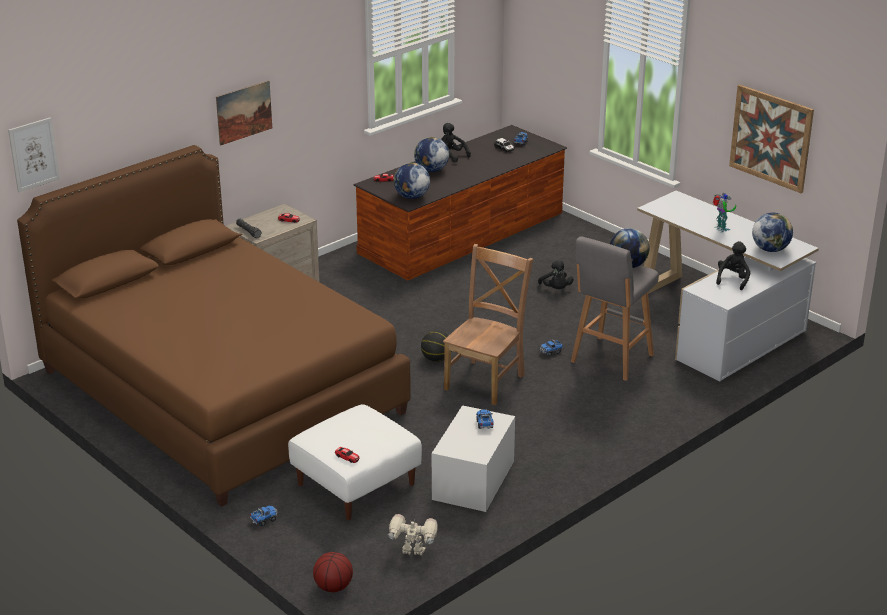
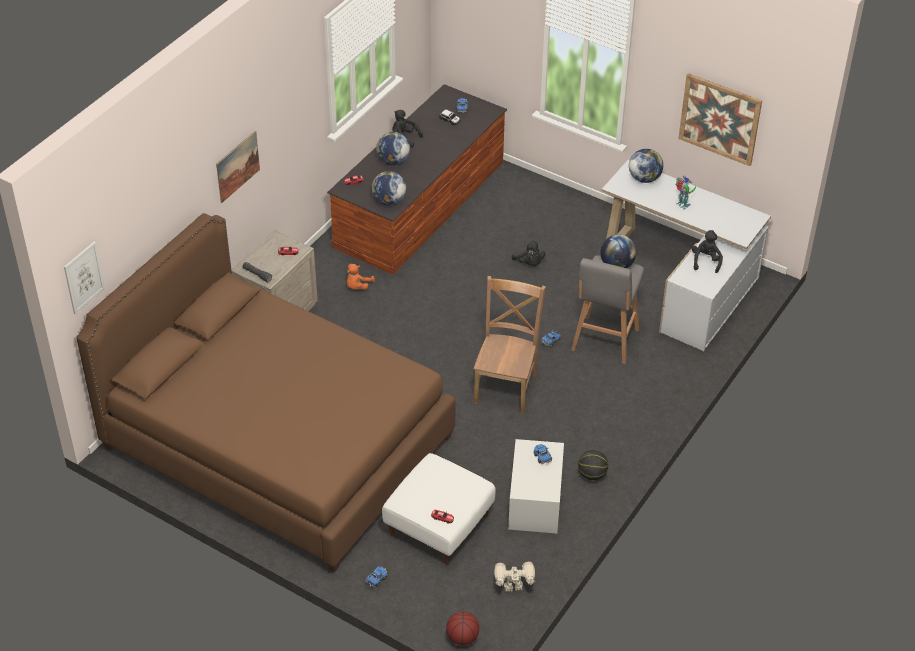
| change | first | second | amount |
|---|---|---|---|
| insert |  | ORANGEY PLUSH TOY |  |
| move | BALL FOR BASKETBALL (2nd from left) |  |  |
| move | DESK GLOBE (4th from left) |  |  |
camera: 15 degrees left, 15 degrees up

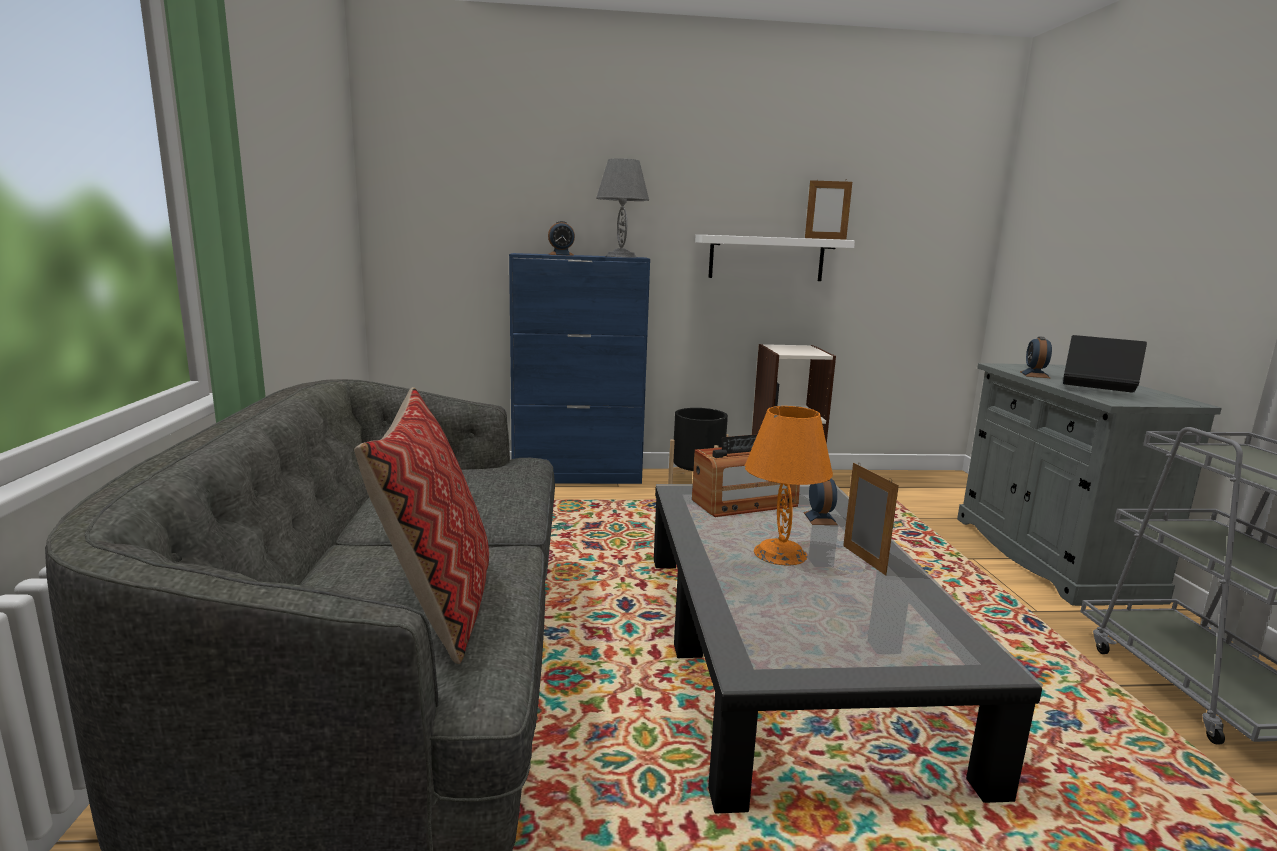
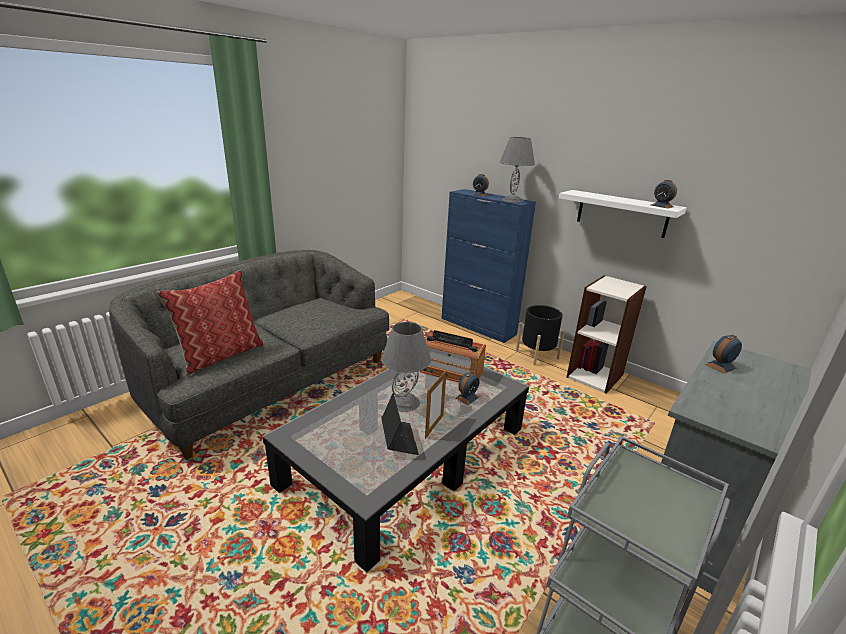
| change | first | second | amount |
|---|---|---|---|
| recolor | ORANGEY LAMP FOR A TABLE | GRAY LAMP FOR A TABLE (1st from left) |  |
| move | NOTEBOOK COMPUTER |  |  |
| replace | PHOTO FRAME (1st from left) | BEDSIDE CLOCK (3rd from left) |  |
camera: 45 degrees right, 10 degrees up

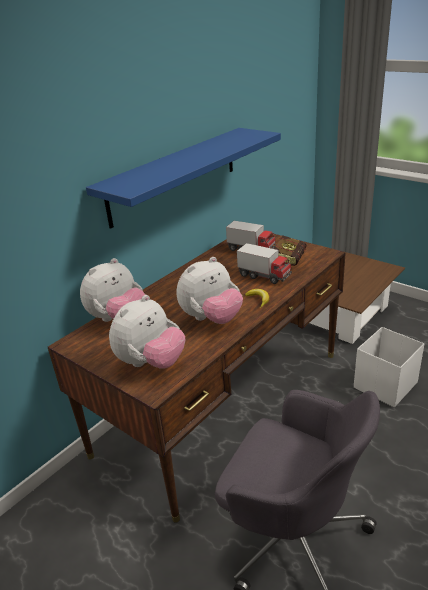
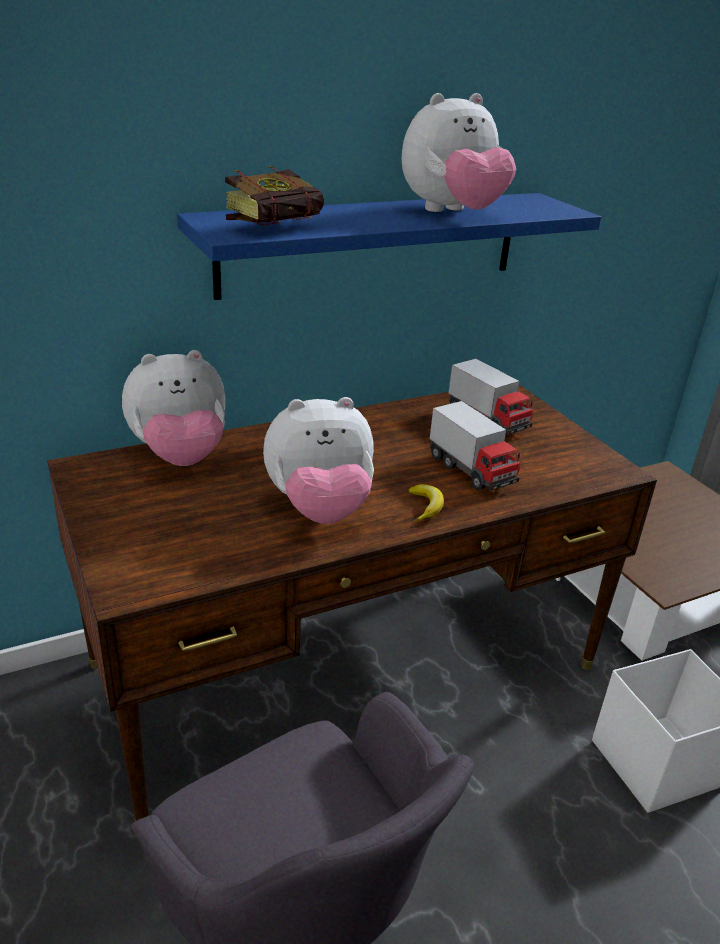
| change | first | second | amount |
|---|---|---|---|
| move | VOLUME |  |  |
| move | PLUSH TOY (2nd from left in the first image) | PLUSH TOY (3rd from left) |  |
camera: 20 degrees right, 0 degrees up

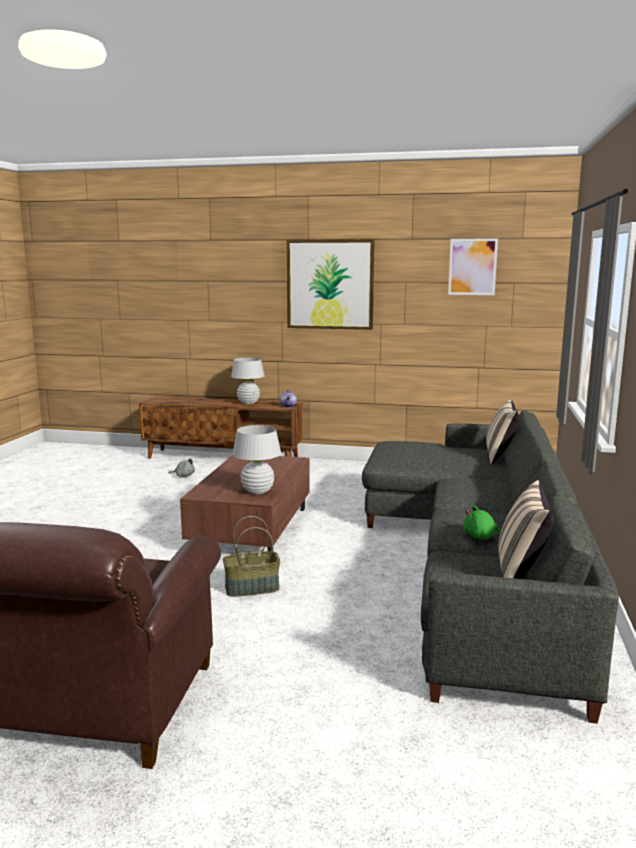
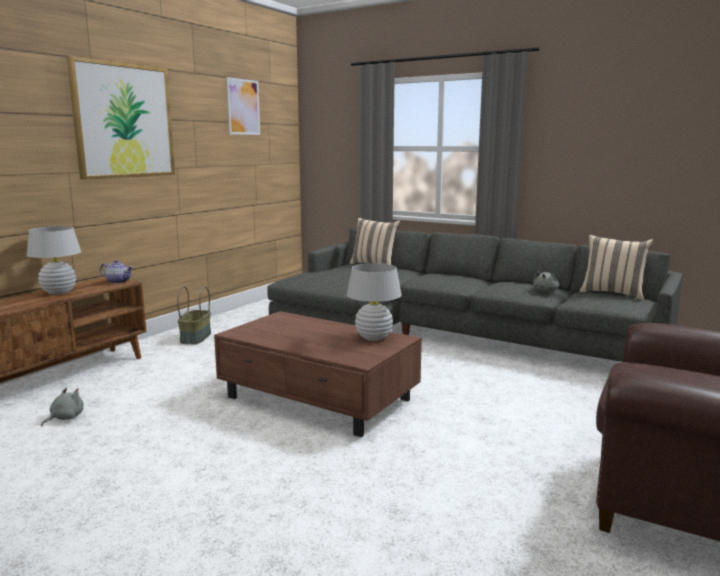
| change | first | second | amount |
|---|---|---|---|
| move | STORAGE BASKET |  |  |
| recolor | GREENISH PLUSH TOY | GRAY PLUSH TOY (2nd from left) |  |
camera: 70 degrees left, 0 degrees up

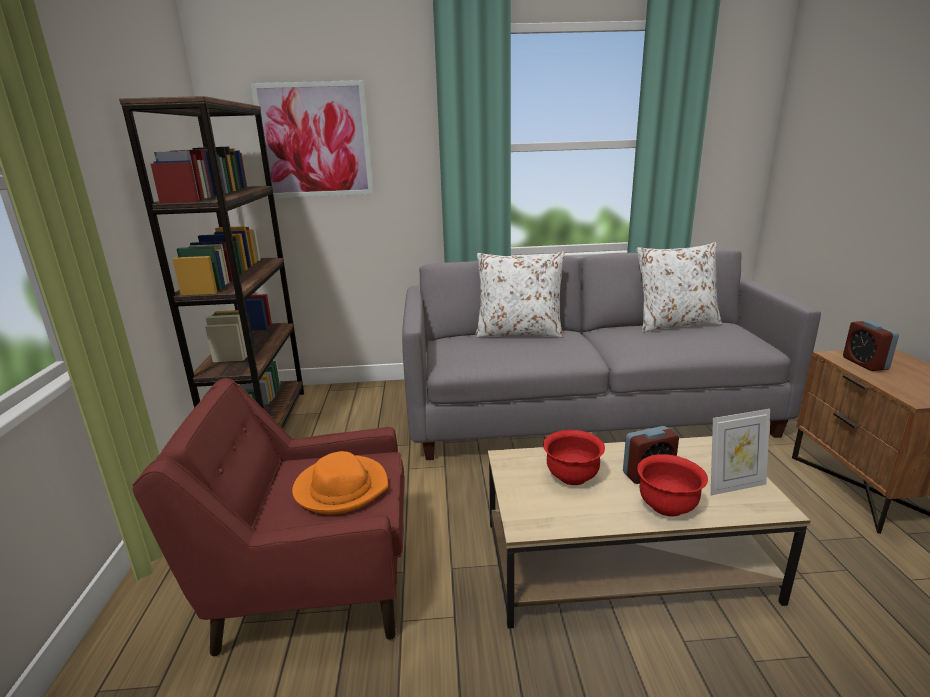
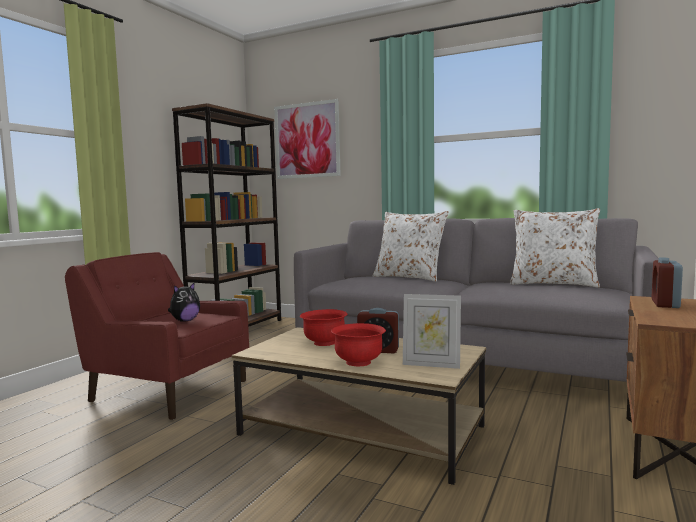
| change | first | second | amount |
|---|---|---|---|
| replace | ORANGEY WEARABLE HAT | PLUSH TOY |  |
camera: 30 degrees right, 15 degrees down

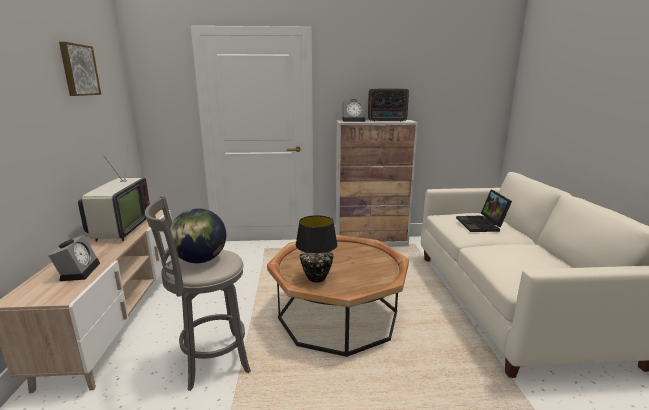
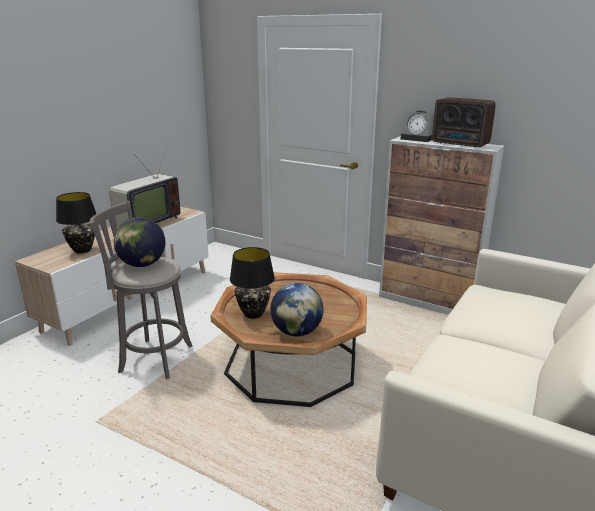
| change | first | second | amount |
|---|---|---|---|
| replace | BEDSIDE CLOCK (1st from left) | BLACK LAMP FOR A TABLE (1st from left) |  |
| insert |  | DESK GLOBE (2nd from left) |  |
| delete | WALL ART |  |  |
| delete | NOTEBOOK COMPUTER |  |  |
camera: 35 degrees right, 5 degrees up

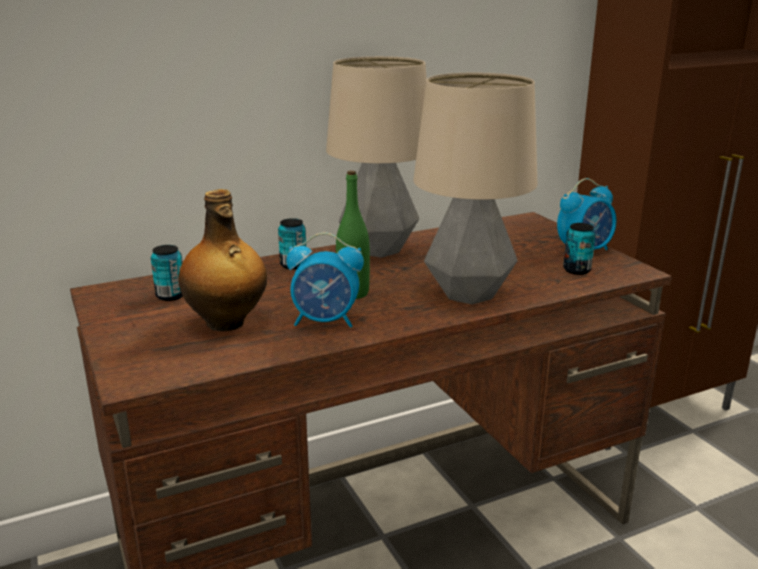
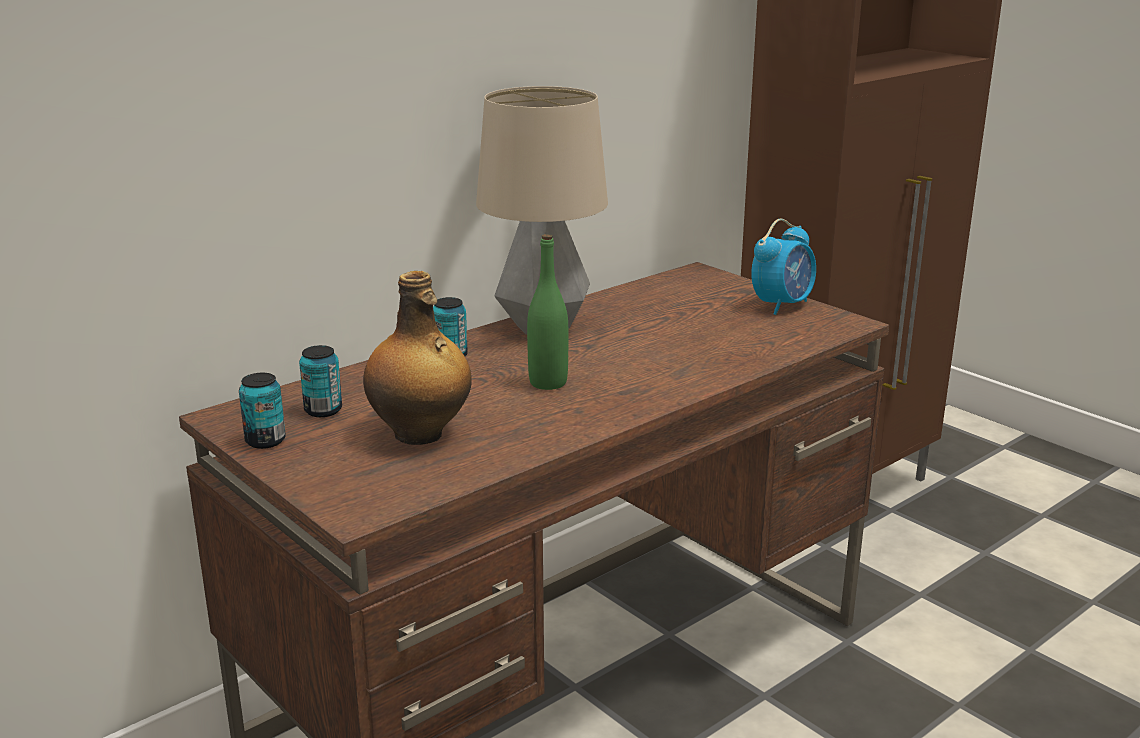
| change | first | second | amount |
|---|---|---|---|
| move | SEALED CAN (3rd from left in the first image) | SEALED CAN (1st from left) |  |
| delete | BEDSIDE CLOCK (1st from left) |  |  |
| delete | LAMP FOR A TABLE (2nd from left) |  |  |
camera: 15 degrees left, 0 degrees up

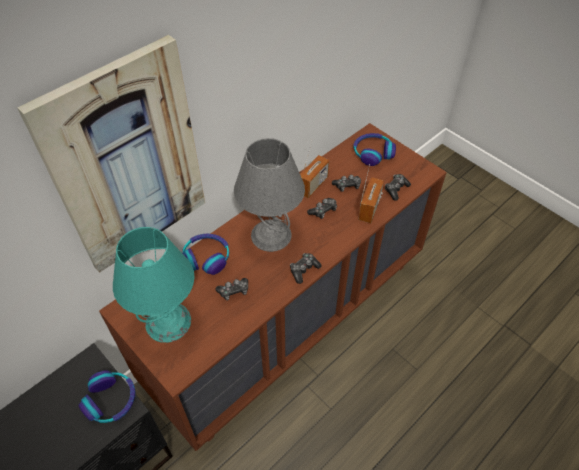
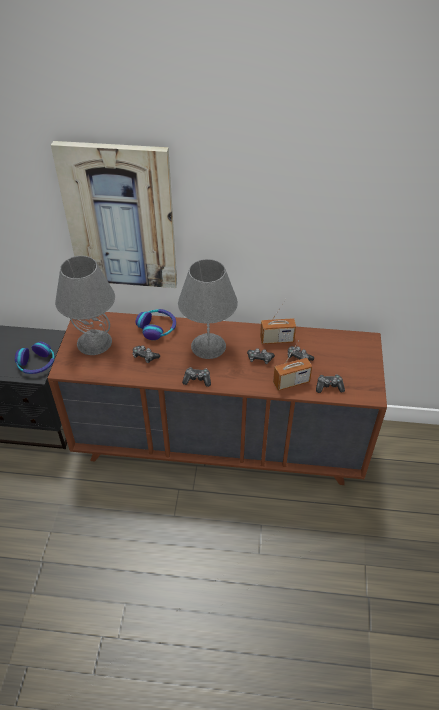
| change | first | second | amount |
|---|---|---|---|
| recolor | TURQUOISE LAMP FOR A TABLE | GRAY LAMP FOR A TABLE (1st from left) |  |
| delete | HEADSET (3rd from left) |  |  |
camera: 50 degrees right, 5 degrees down

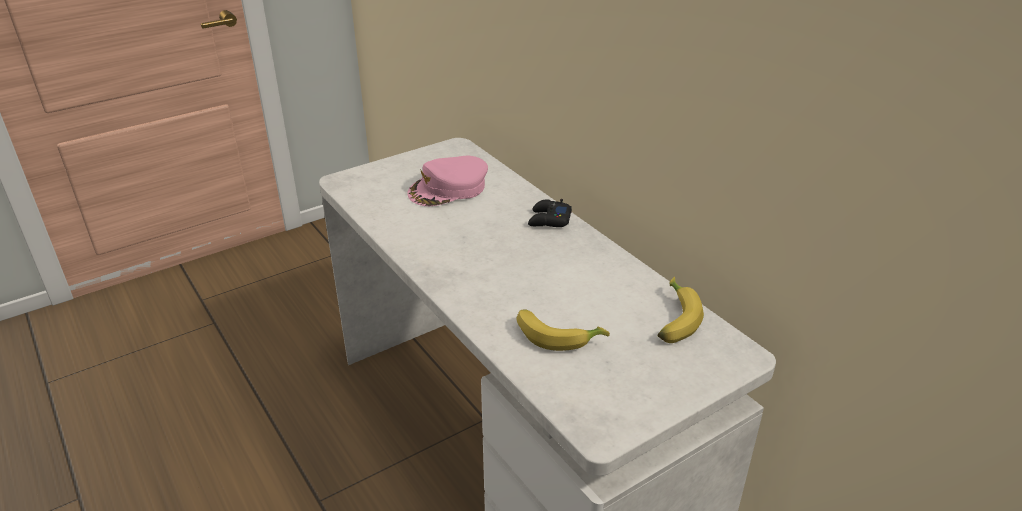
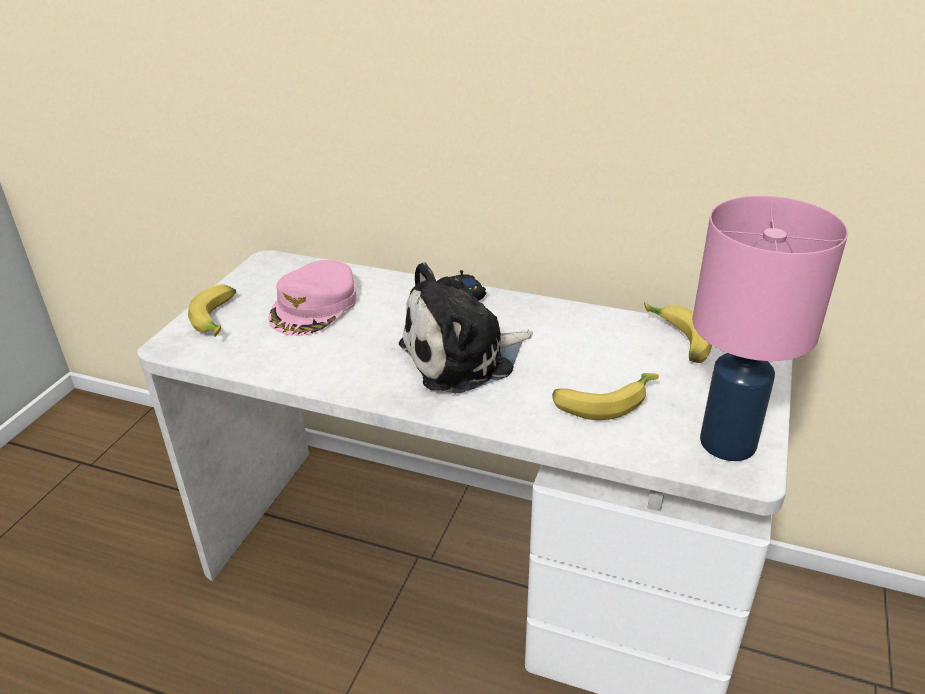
| change | first | second | amount |
|---|---|---|---|
| insert |  | BANANA (1st from left) |  |
| insert |  | PLUSH TOY |  |
| insert |  | PINK-COLOURED LAMP FOR A TABLE |  |
camera: 35 degrees left, 0 degrees up

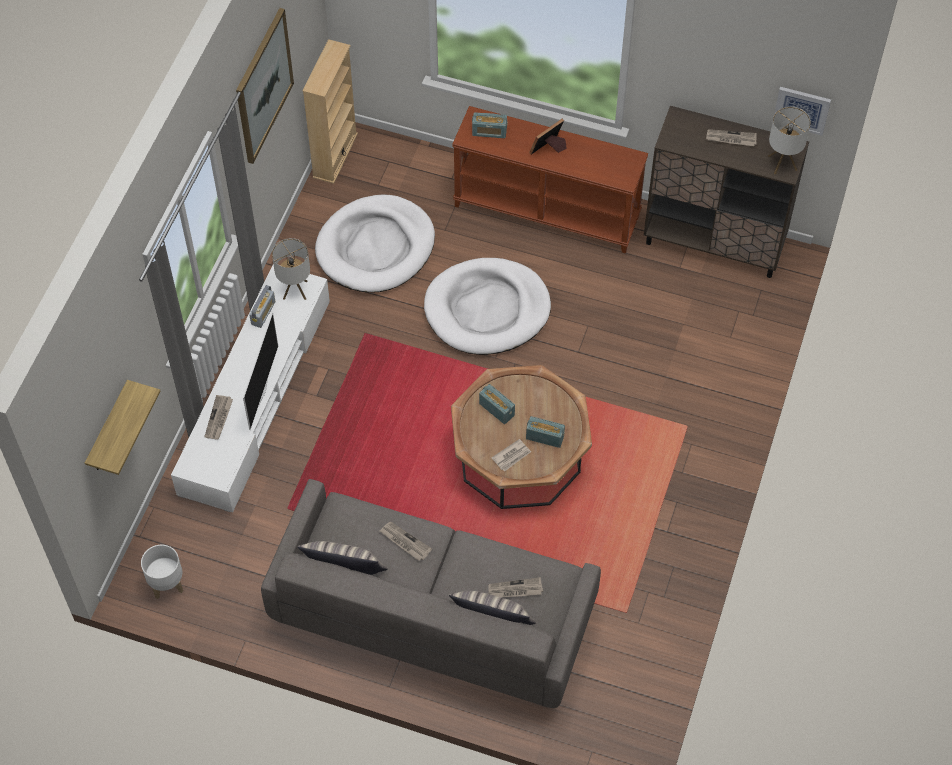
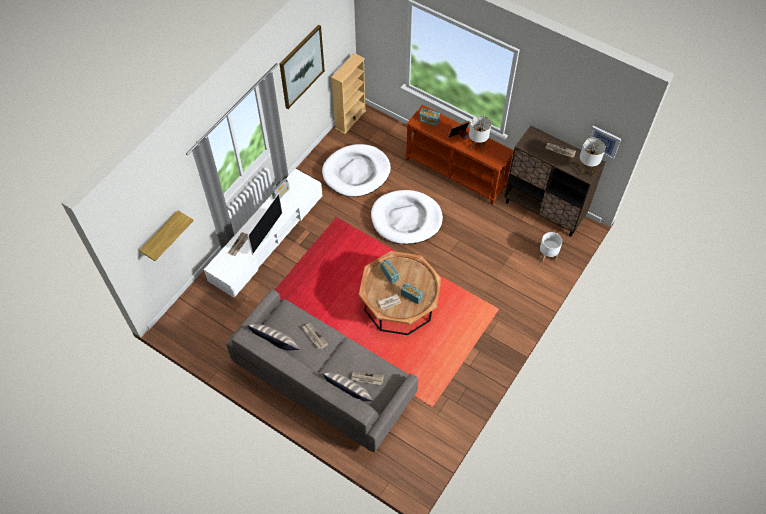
| change | first | second | amount |
|---|---|---|---|
| move | LAMP FOR A TABLE (1st from left) |  |  |
| move | WHITE FLOWER POT |  |  |
camera: 15 degrees right, 0 degrees up

